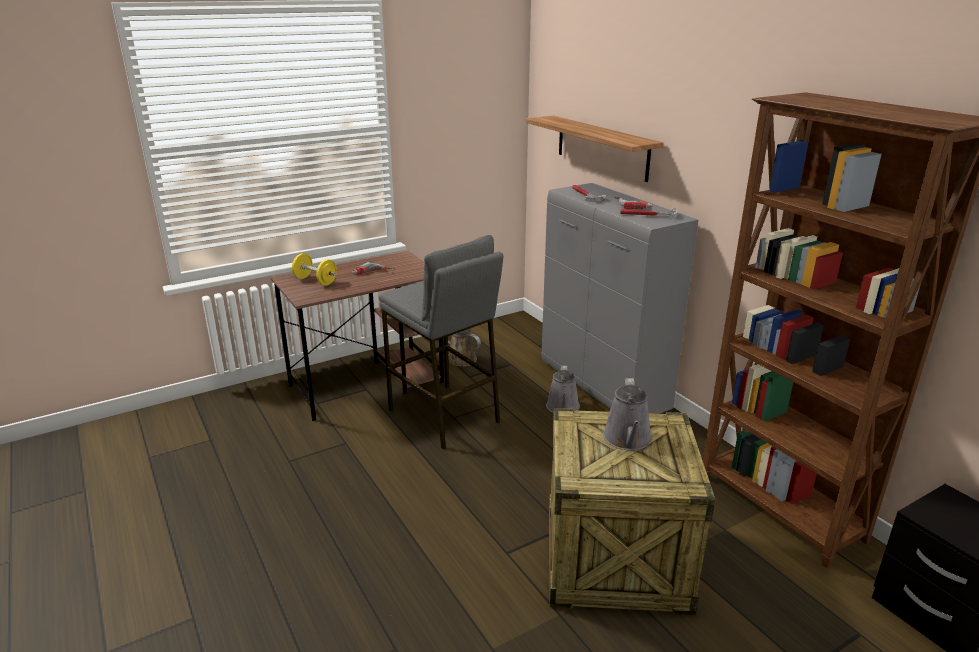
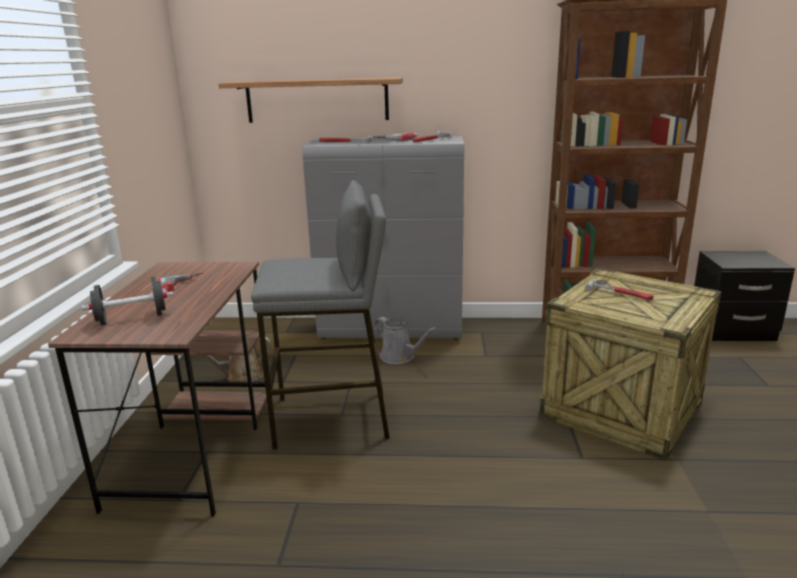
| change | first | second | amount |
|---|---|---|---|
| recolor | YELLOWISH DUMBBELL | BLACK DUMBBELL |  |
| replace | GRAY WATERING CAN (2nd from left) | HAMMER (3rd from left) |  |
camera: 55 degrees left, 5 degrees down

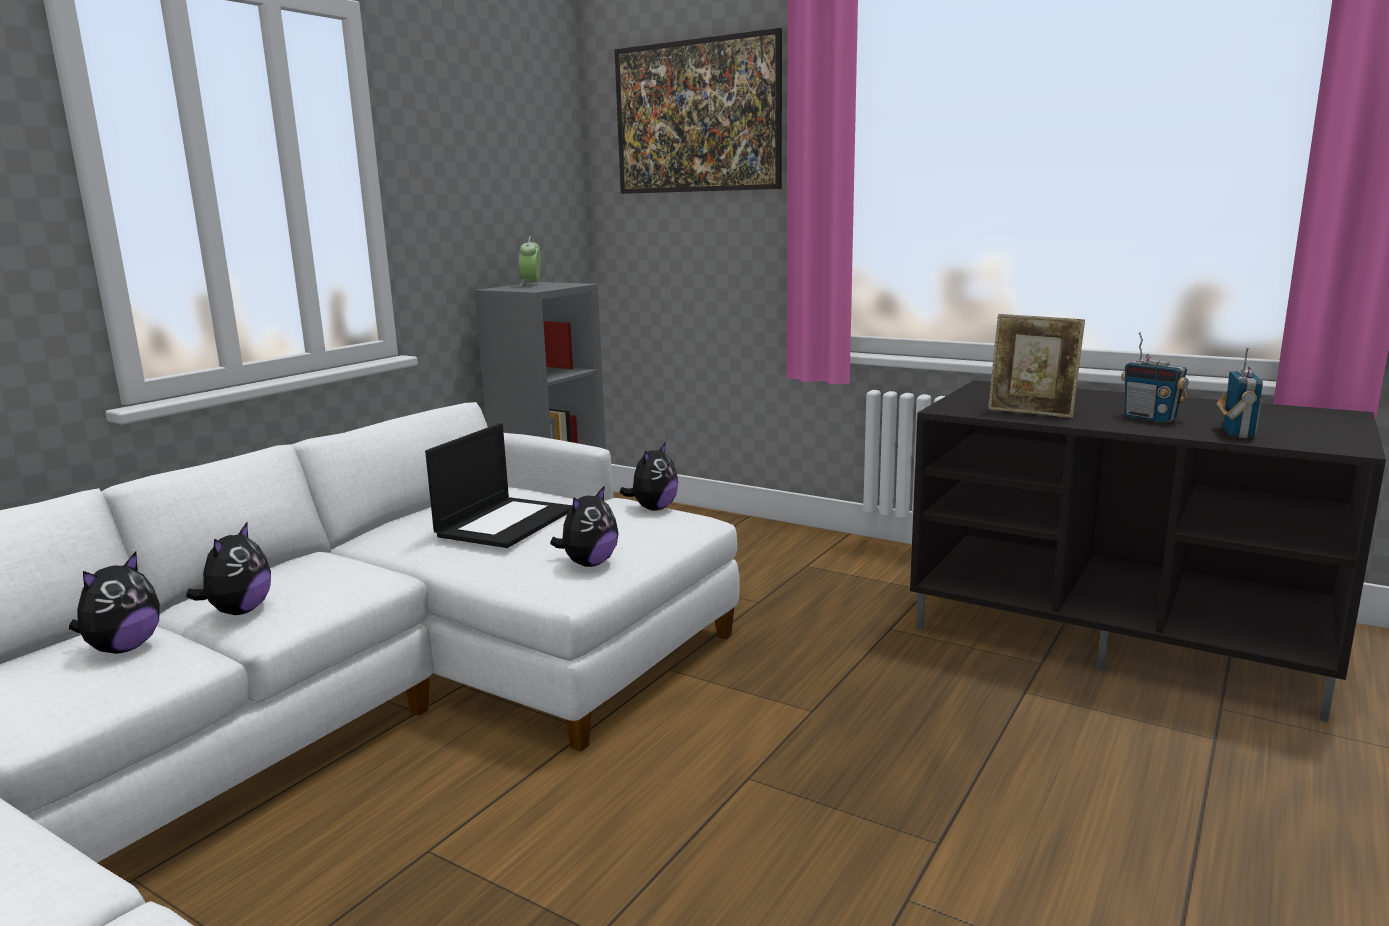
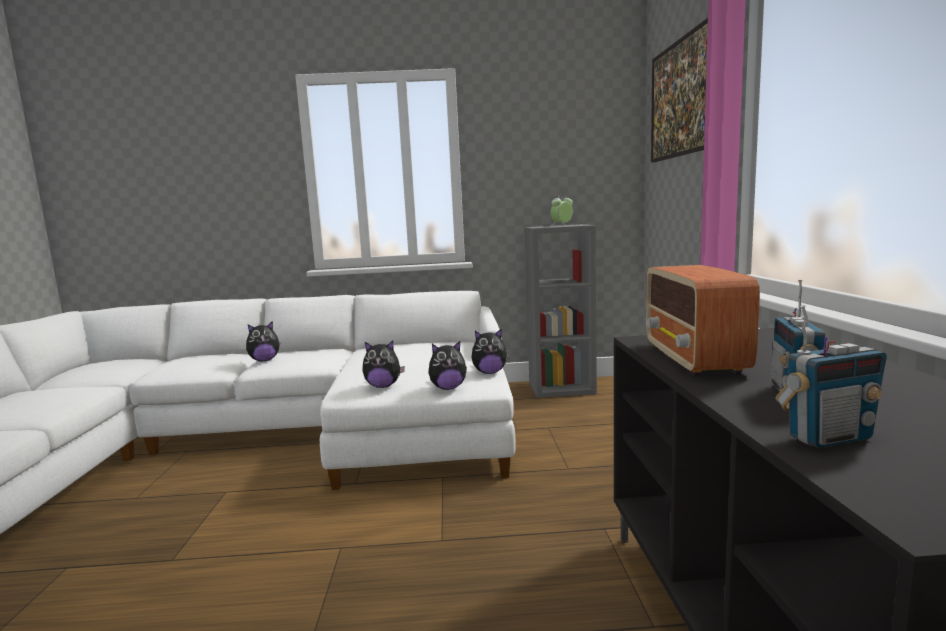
| change | first | second | amount |
|---|---|---|---|
| move | PLUSH TOY (1st from left in the first image) | PLUSH TOY (3rd from left) |  |
| replace | PHOTO FRAME | RADIO RECEIVER (1st from left) |  |
| delete | NOTEBOOK COMPUTER |  |  |
camera: 55 degrees right, 5 degrees down

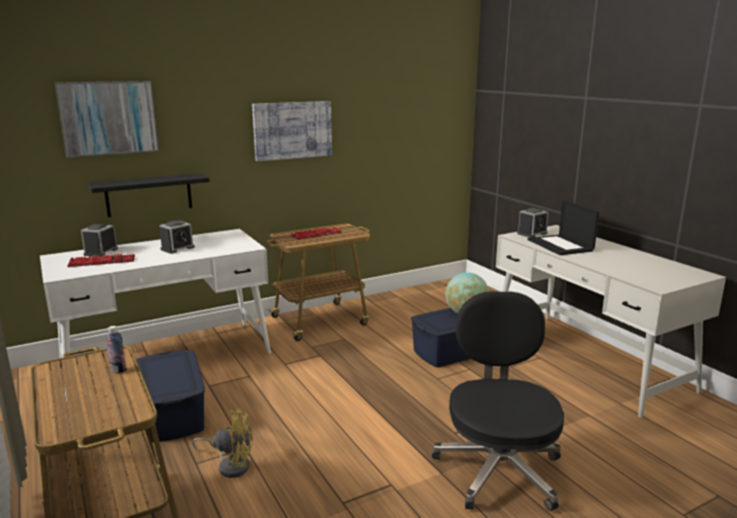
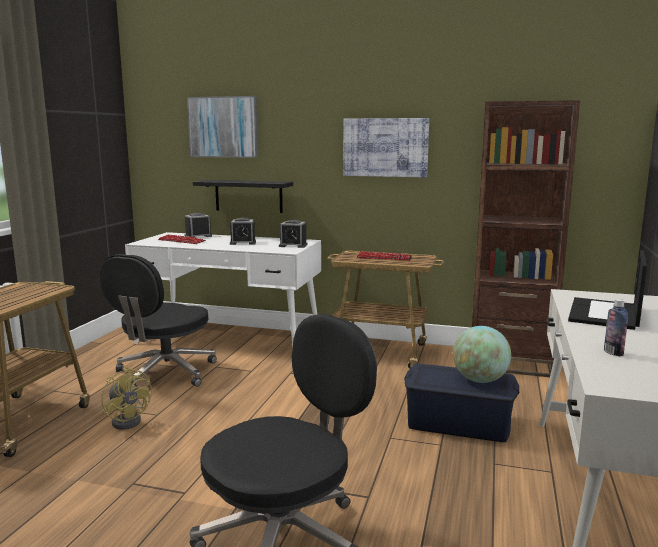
| change | first | second | amount |
|---|---|---|---|
| replace | BLUISH STORAGE BOX (1st from left) | BLACK OFFICE CHAIR (1st from left) |  |
| move | BEDSIDE CLOCK (3rd from left) |  |  |
| insert |  | BROWNISH SHELVING UNIT |  |
| move | DRINK BOTTLE |  |  |
camera: 45 degrees right, 5 degrees down

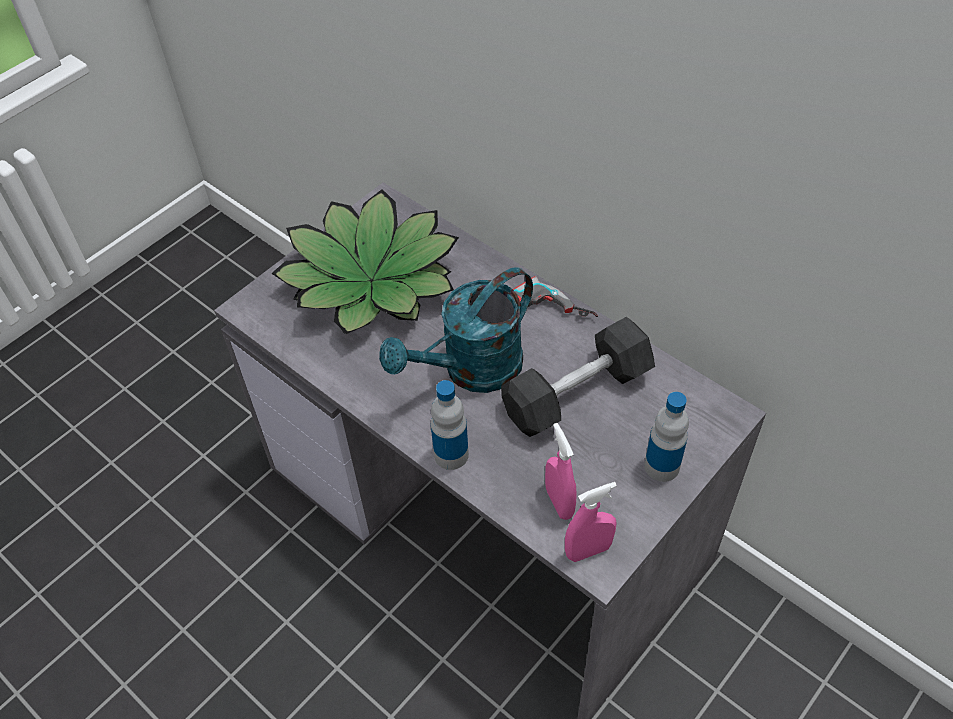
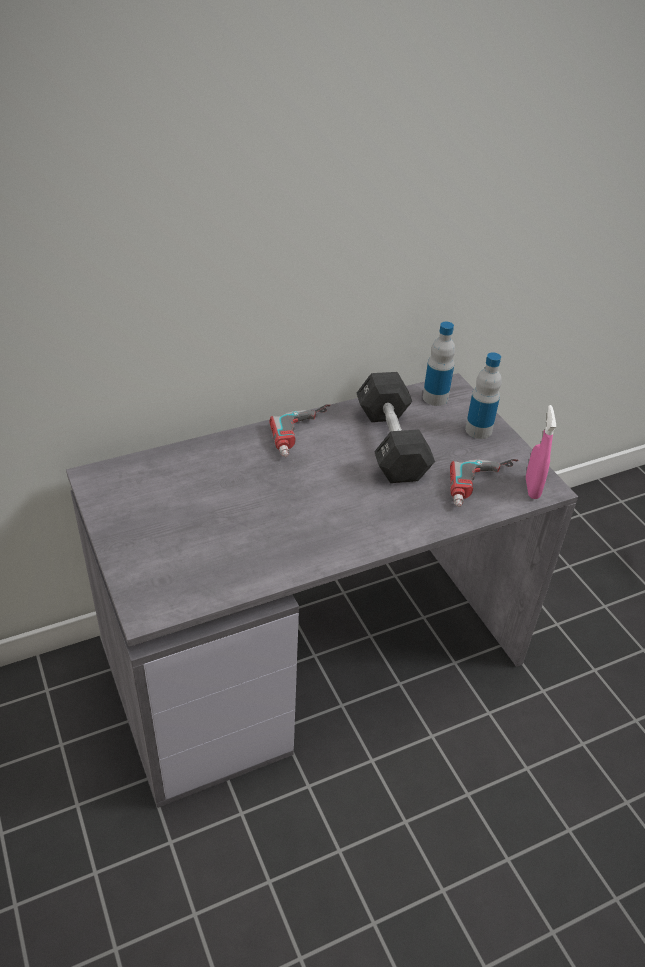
| change | first | second | amount |
|---|---|---|---|
| move | DRINK BOTTLE (1st from left) |  |  |
| replace | PINK-COLOURED SPRAYER (1st from left) | ELECTRIC DRILL (2nd from left) |  |
| delete | POTTED PLANT |  |  |
| delete | TURQUOISE WATERING CAN |  |  |
camera: 70 degrees left, 10 degrees down

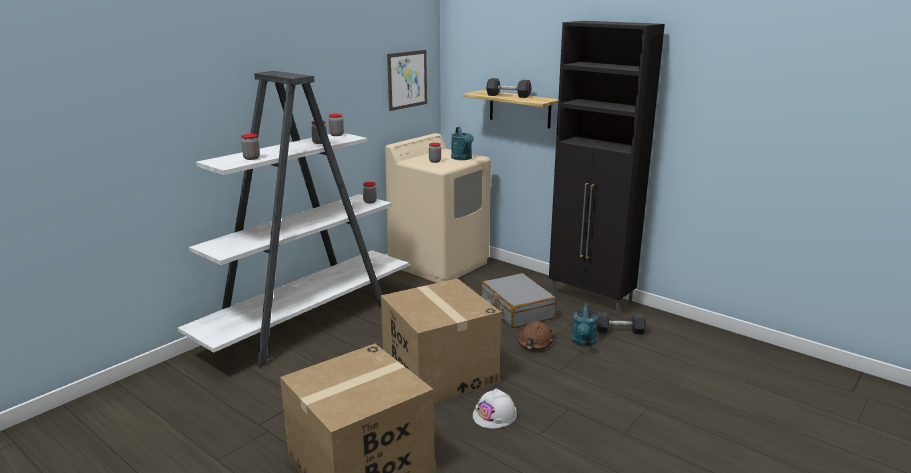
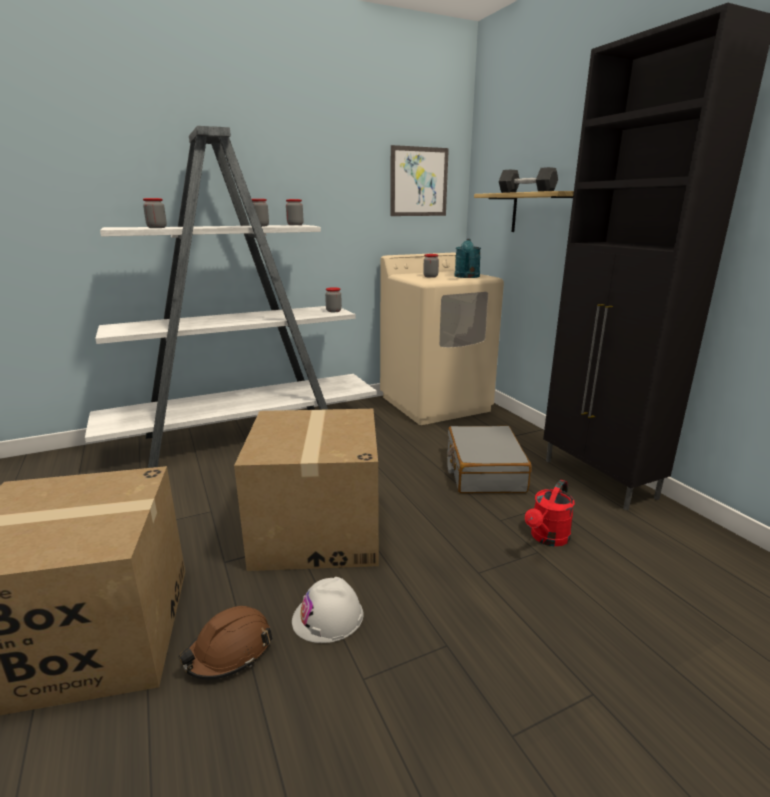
| change | first | second | amount |
|---|---|---|---|
| move | BROWNISH HARD HAT |  |  |
| recolor | TURQUOISE WATERING CAN (2nd from left) | RED WATERING CAN |  |
| delete | GRAY DUMBBELL (2nd from left) |  |  |
camera: 25 degrees right, 0 degrees up

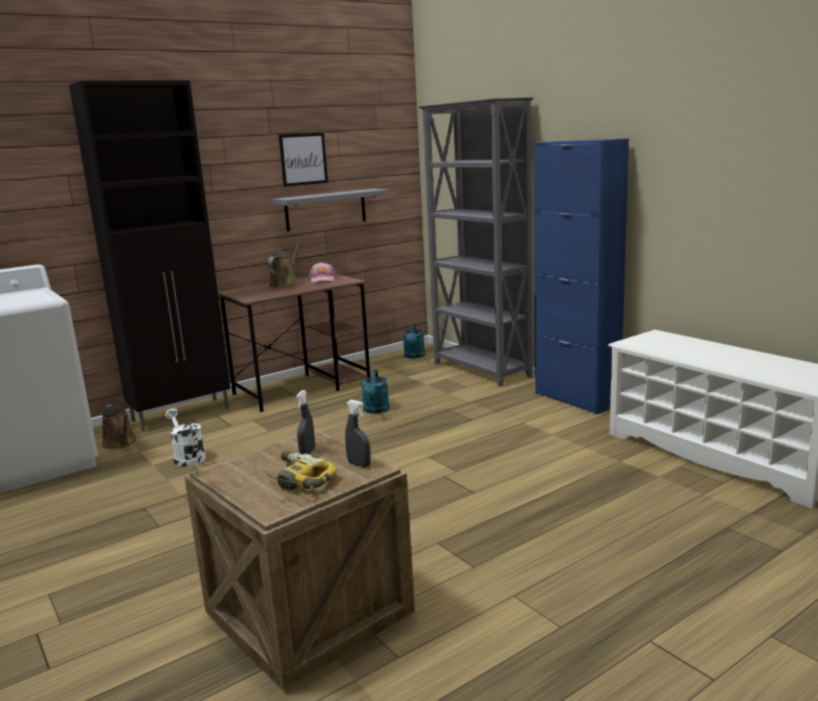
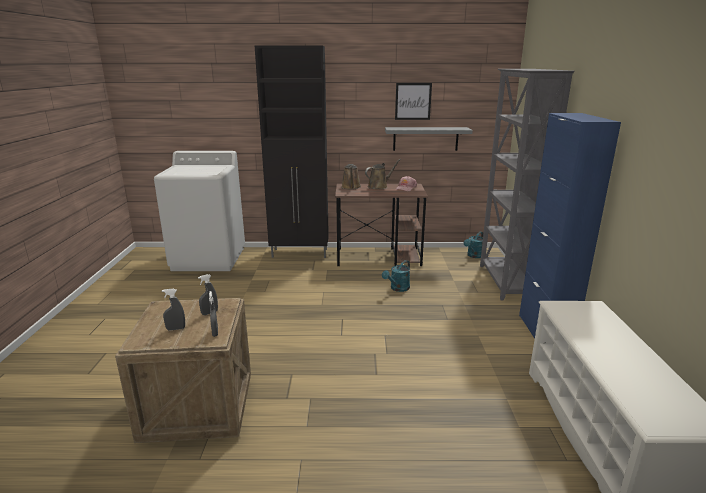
| change | first | second | amount |
|---|---|---|---|
| replace | ELECTRIC DRILL | GRAY SPRAYER (1st from left) |  |
| move | BROWNISH WATERING CAN (1st from left) |  |  |
| delete | WHITE WATERING CAN |  |  |
camera: 35 degrees right, 5 degrees up

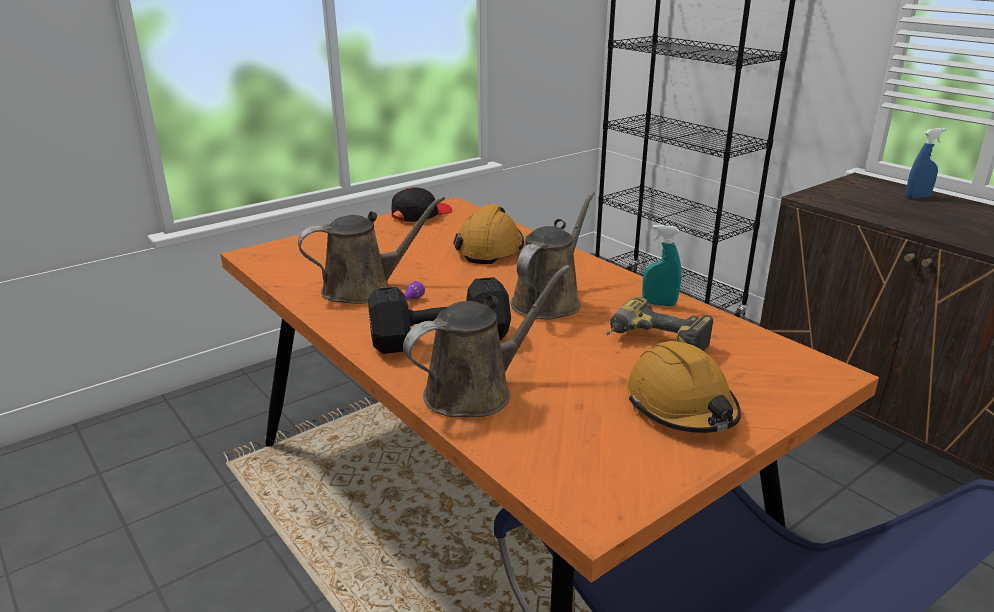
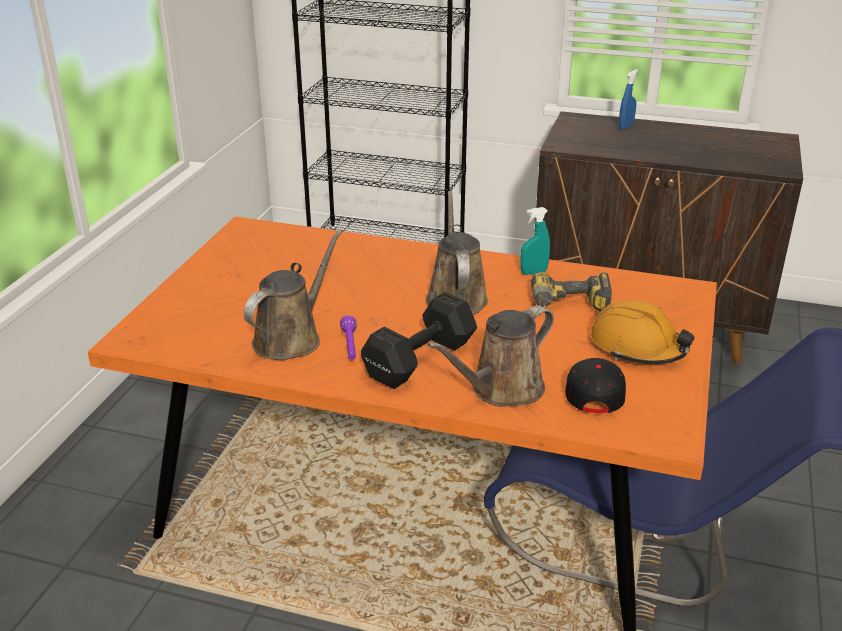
| change | first | second | amount |
|---|---|---|---|
| rotate | BROWNISH WATERING CAN (2nd from left in the first image) | BROWNISH WATERING CAN (3rd from left) | 150 degrees counterclockwise |
| move | BLACK BASEBALL CAP |  |  |
| delete | ORANGEY HARD HAT (1st from left) |  |  |
camera: 35 degrees left, 5 degrees up

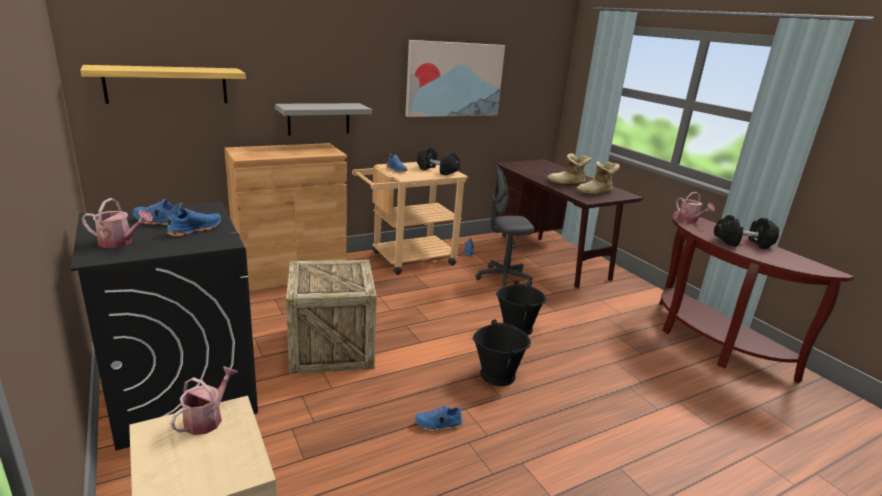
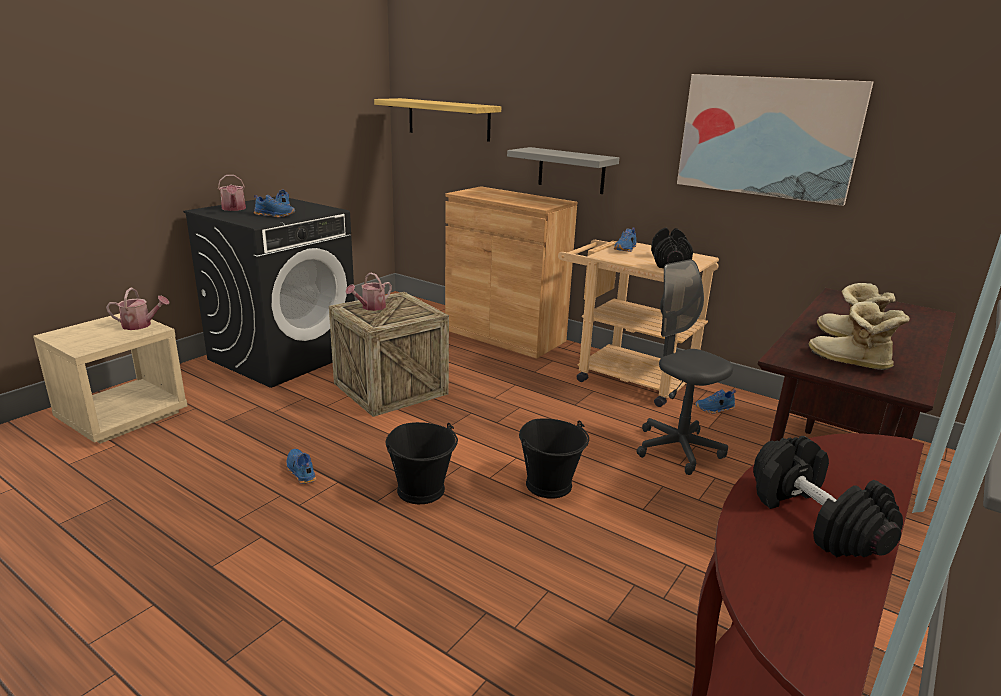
| change | first | second | amount |
|---|---|---|---|
| move | WATERING CAN (3rd from left) |  |  |
camera: 65 degrees right, 0 degrees up

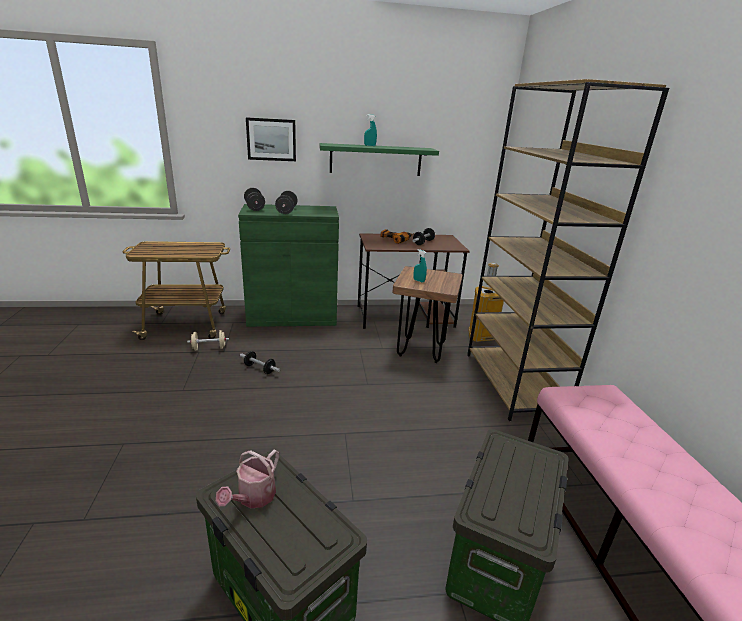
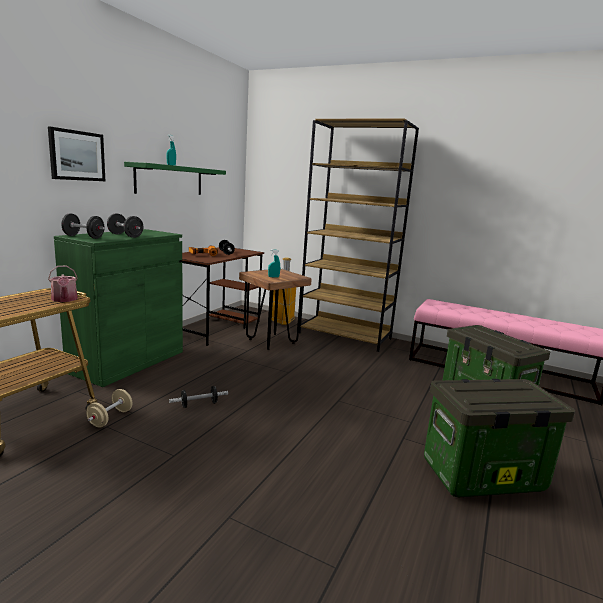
| change | first | second | amount |
|---|---|---|---|
| move | WATERING CAN |  |  |
camera: 55 degrees left, 10 degrees down

